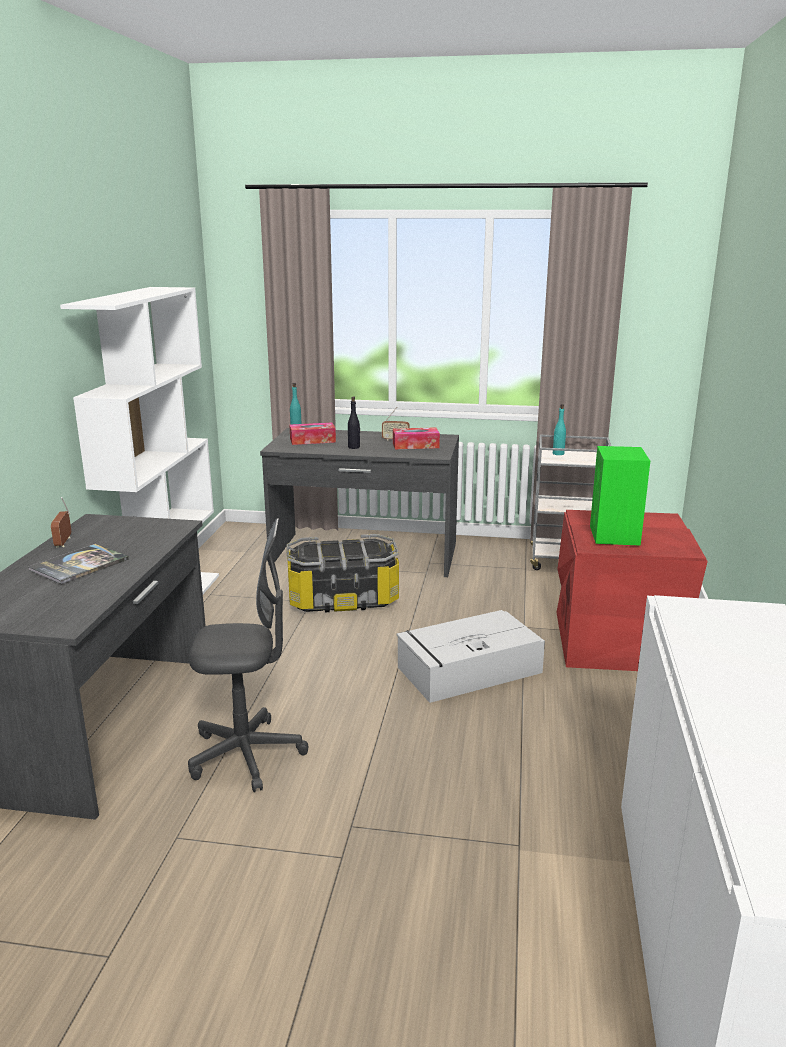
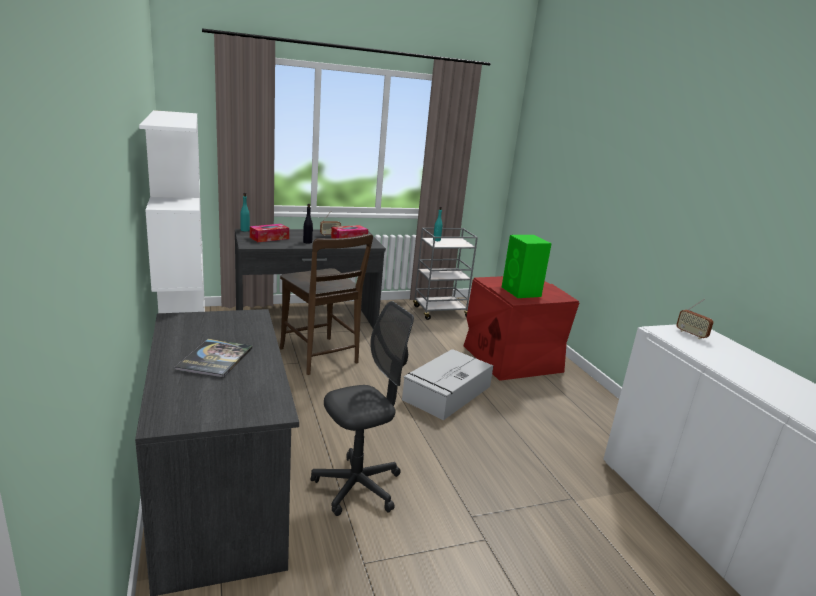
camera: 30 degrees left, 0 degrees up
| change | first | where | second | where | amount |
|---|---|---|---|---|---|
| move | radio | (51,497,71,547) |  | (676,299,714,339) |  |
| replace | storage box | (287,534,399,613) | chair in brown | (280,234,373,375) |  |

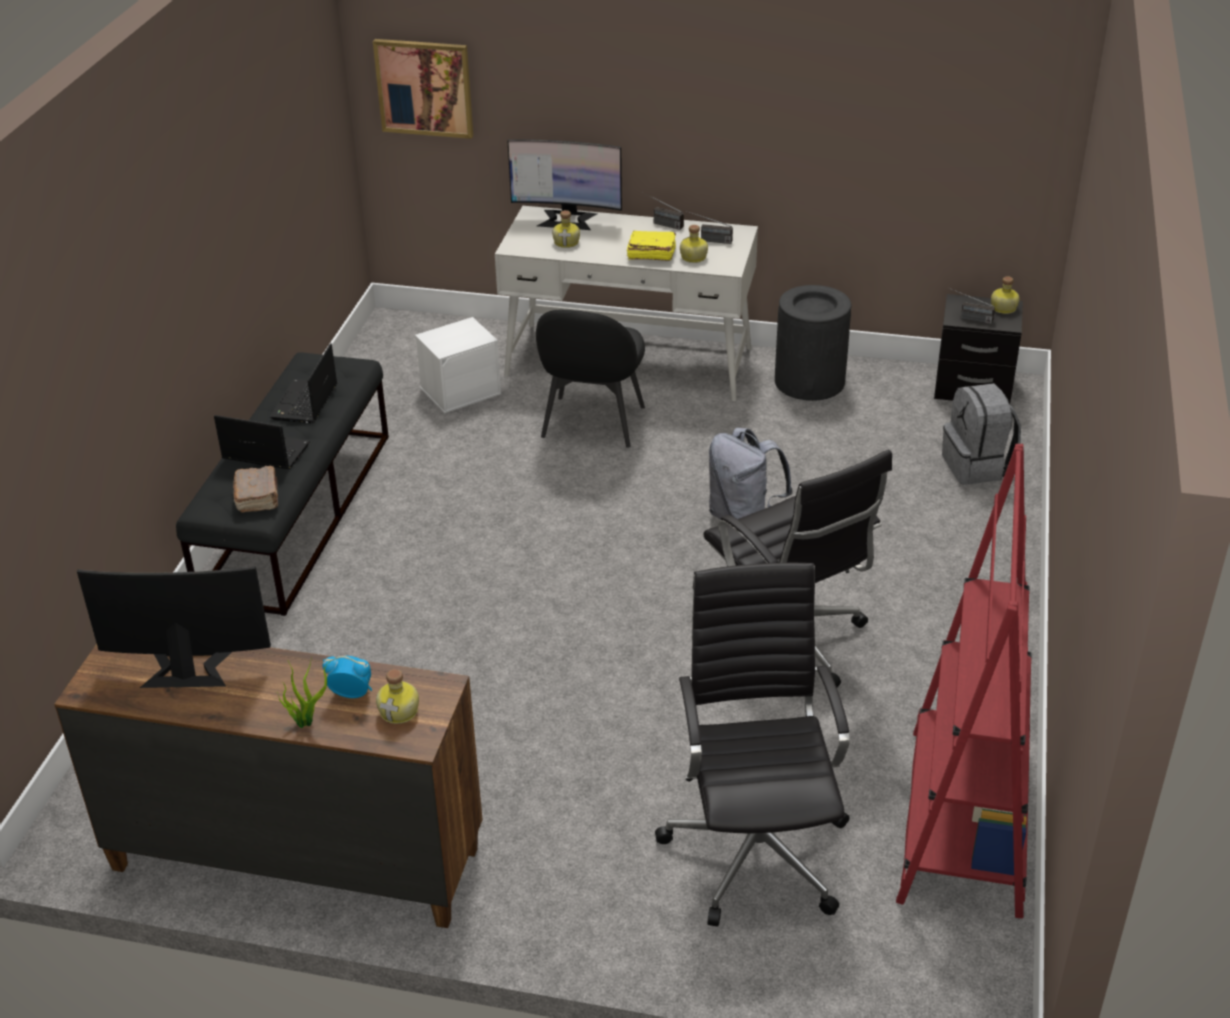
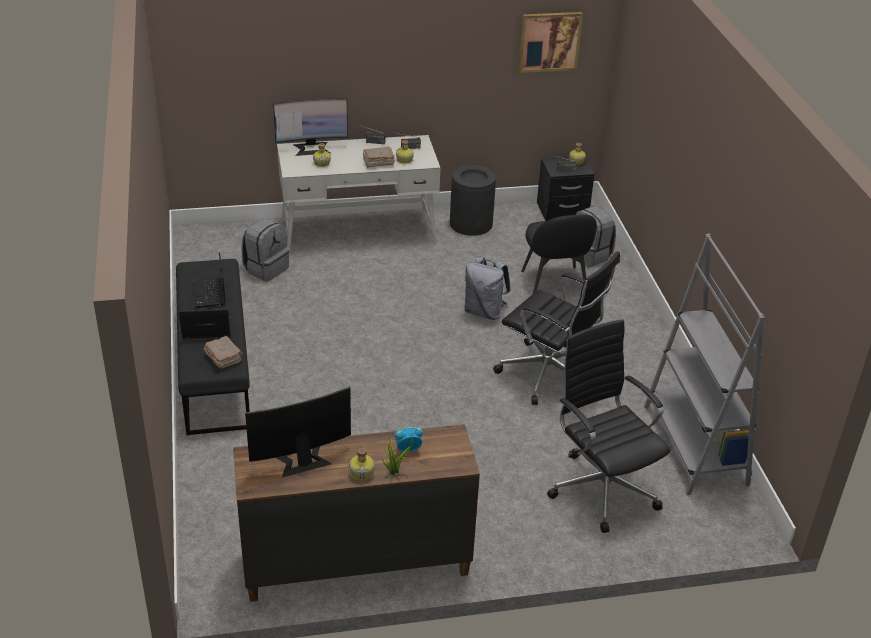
camera: 25 degrees left, 0 degrees up
| change | first | where | second | where | amount |
|---|---|---|---|---|---|
| move | picture | (373,39,473,139) |  | (518,12,583,73) |  |
| move | bottle | (376,669,419,724) |  | (349,448,375,480) |  |
| move | chair in black | (536,310,645,448) |  | (521,215,597,293) |  |
| replace | storage box in white | (415,317,501,413) | backpack in grey | (242,218,289,282) |  |
| recolor | book in yellow | (627,231,676,261) | book in brown | (363,146,395,168) |  |
| recolor | bookcase in red | (896,444,1032,918) | bookcase in grey | (644,234,765,495) |  |

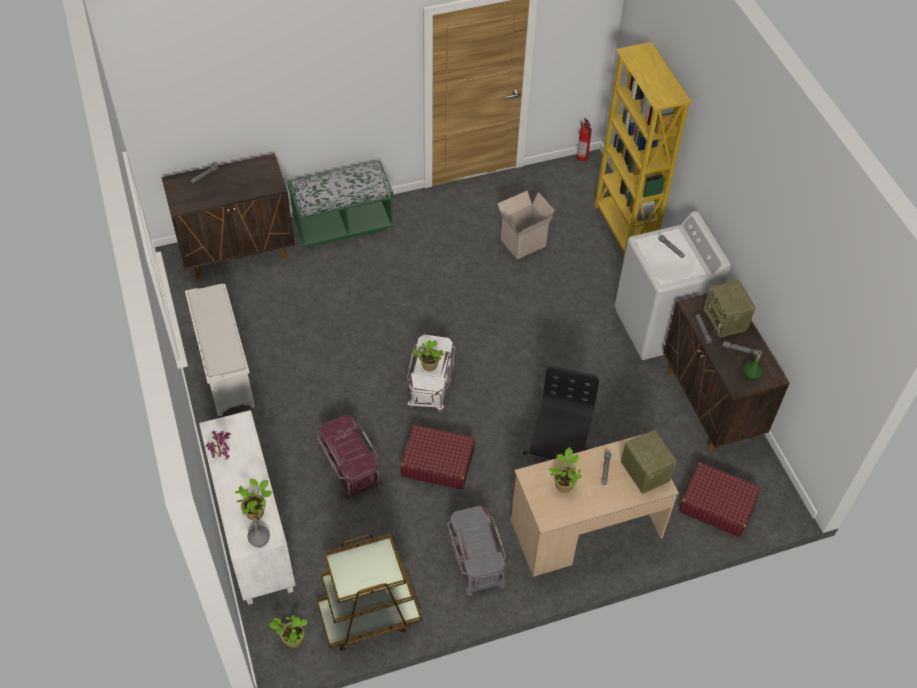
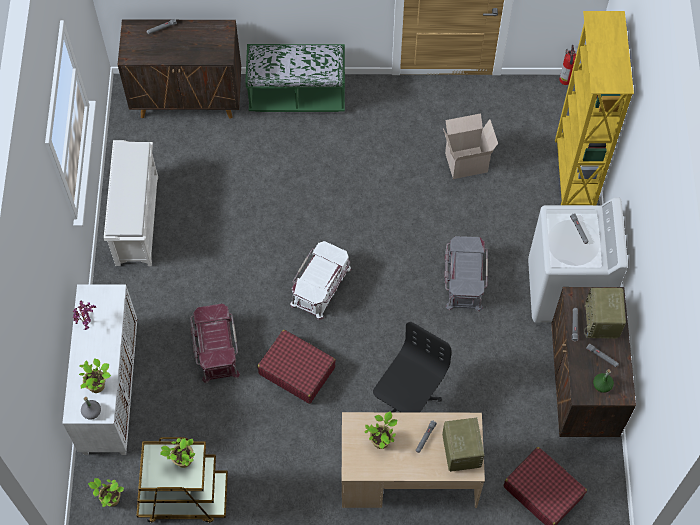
camera: 20 degrees right, 10 degrees up
| change | first | where | second | where | amount |
|---|---|---|---|---|---|
| move | potted plant | (412,340,444,371) |  | (160,438,195,468) |  |
| move | storage box in grey | (447,505,506,596) |  | (444,236,488,312) |  |

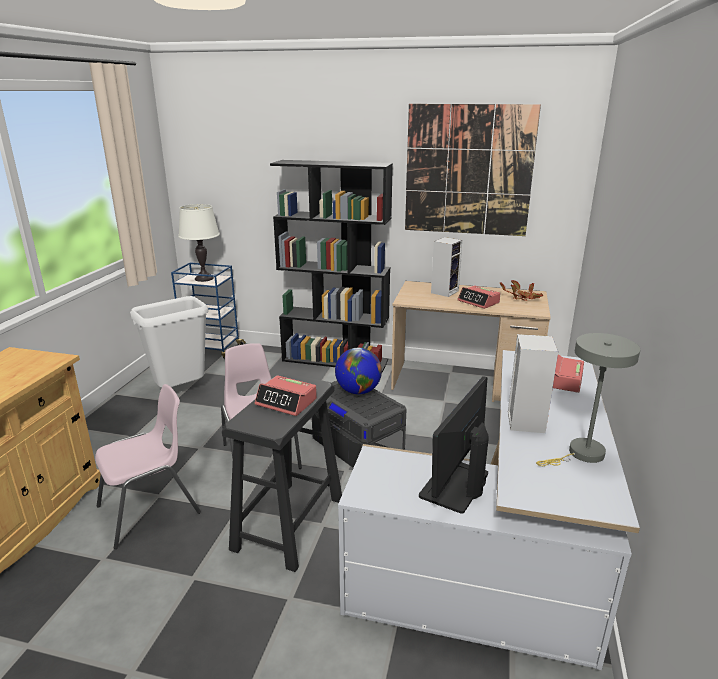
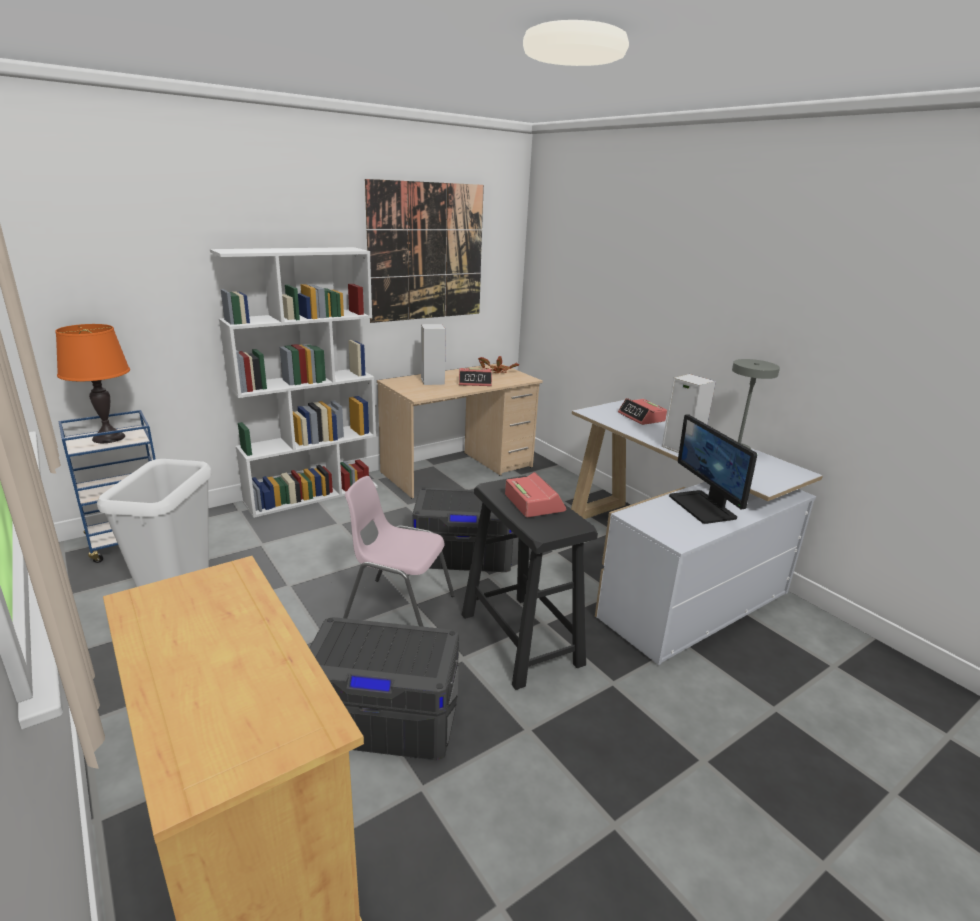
camera: 50 degrees left, 0 degrees up
| change | first | where | second | where | amount |
|---|---|---|---|---|---|
| delete | globe | (335,348,382,394) |  |  |  |
| replace | chair in pink | (95,384,201,549) | storage box in grey | (309,617,459,760) |  |
| recolor | table lamp in white | (178,204,220,282) | table lamp in orange | (55,324,130,443) |  |
| recolor | bookcase in black | (270,160,393,373) | bookcase in white | (210,247,378,518) |  |
| rotate | alarm clock | (255,375,317,416) |  | (505,472,566,517) | 90 degrees counterclockwise |

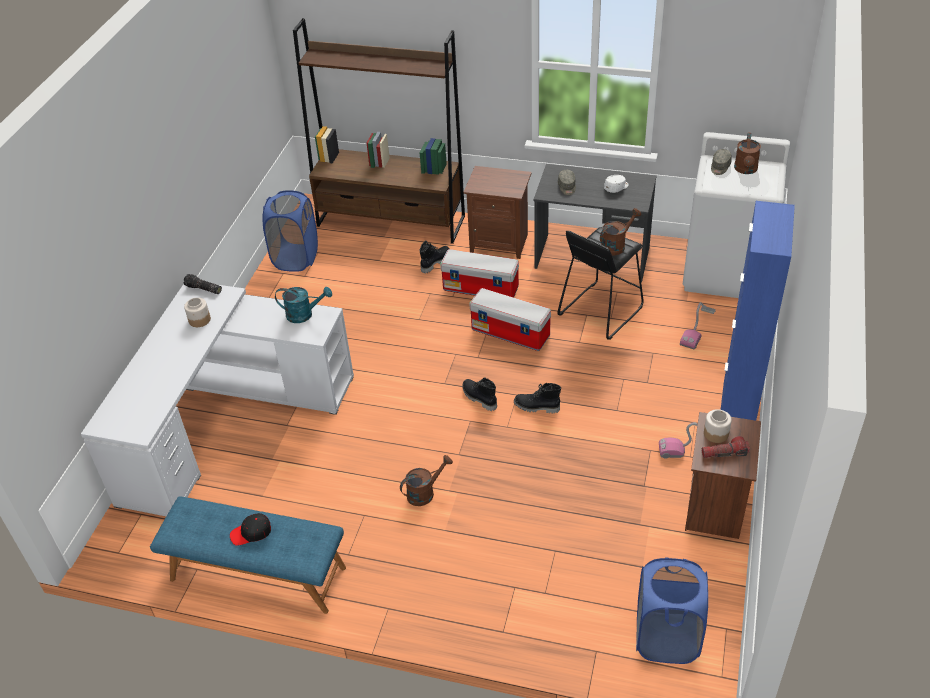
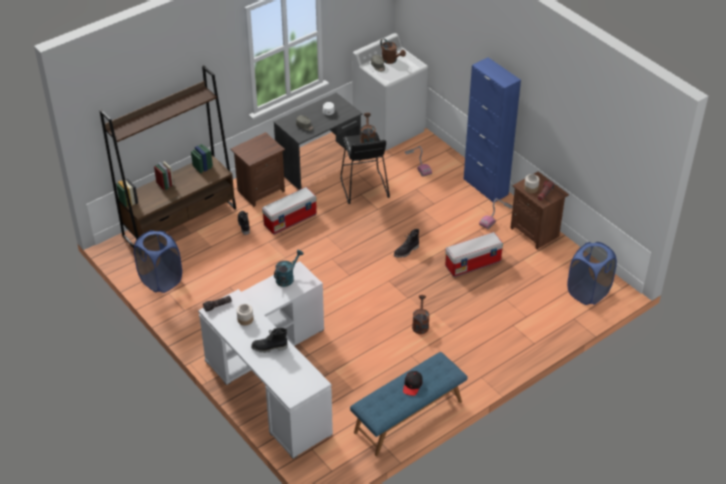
camera: 55 degrees left, 0 degrees up
| change | first | where | second | where | amount |
|---|---|---|---|---|---|
| move | boot in black | (462,377,497,411) |  | (251,328,288,353) |  |
| move | storage box | (469,288,551,351) |  | (445,232,503,277) |  |

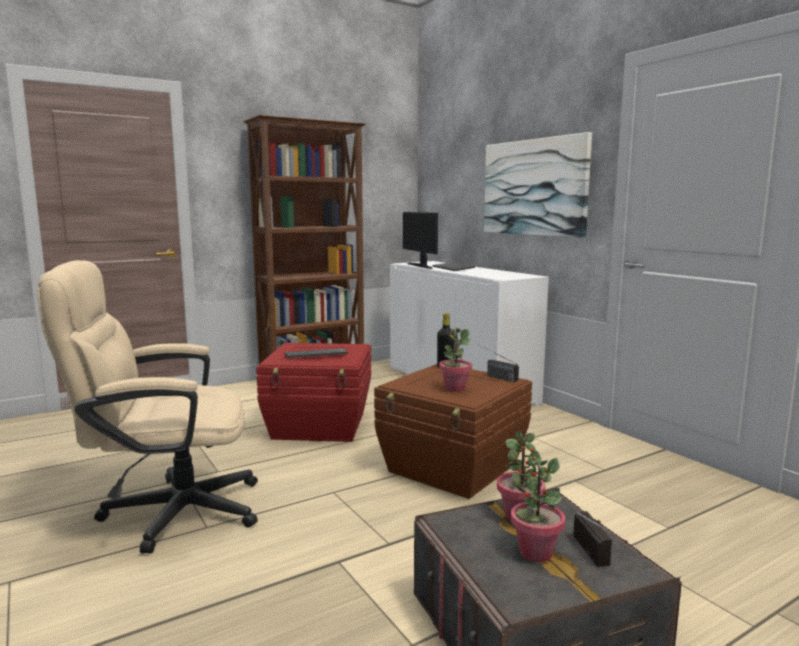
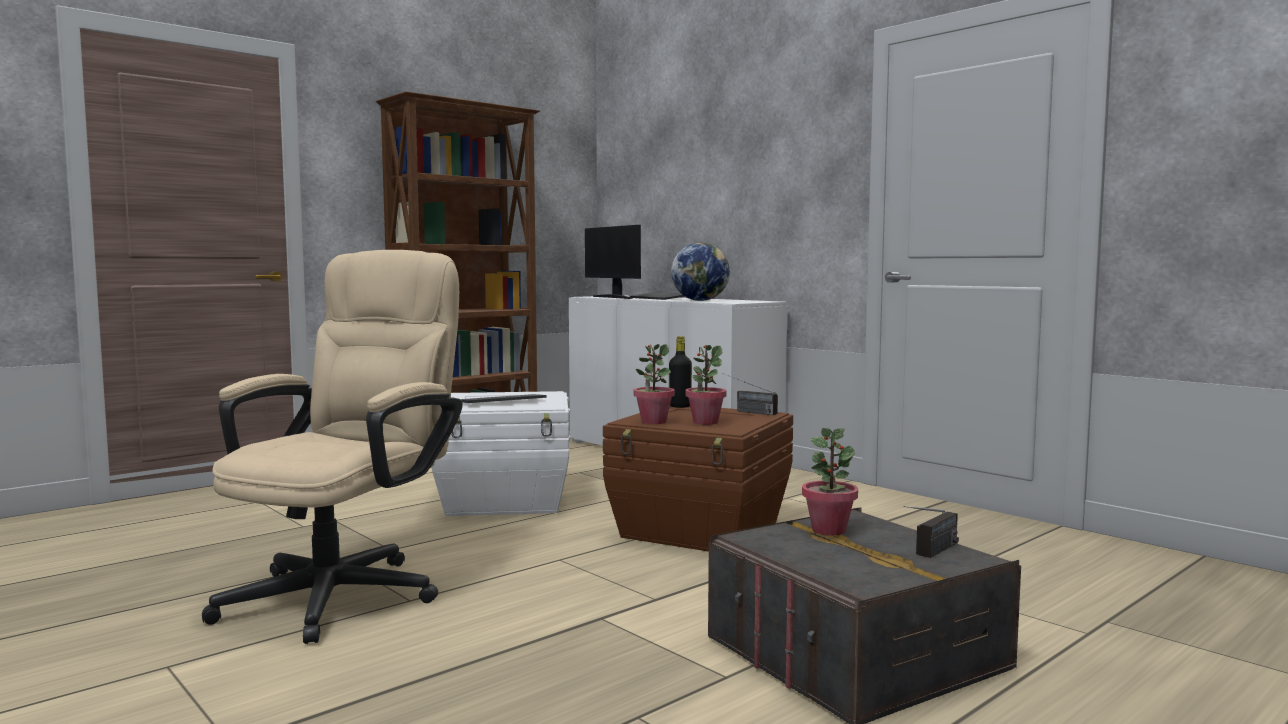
camera: 10 degrees left, 5 degrees down
| change | first | where | second | where | amount |
|---|---|---|---|---|---|
| delete | picture | (484,132,592,238) |  |  |  |
| insert |  |  | globe | (671,243,730,301) |  |
| move | potted plant | (511,456,565,562) |  | (634,344,675,424) |  |
| recolor | storage box in red | (256,343,371,442) | storage box in white | (432,391,570,516) |  |
| rotate | office chair in beige | (37,260,258,554) |  | (202,250,463,644) | 135 degrees clockwise |
| rotate | radio | (573,511,618,567) |  | (903,506,959,558) | 60 degrees clockwise |

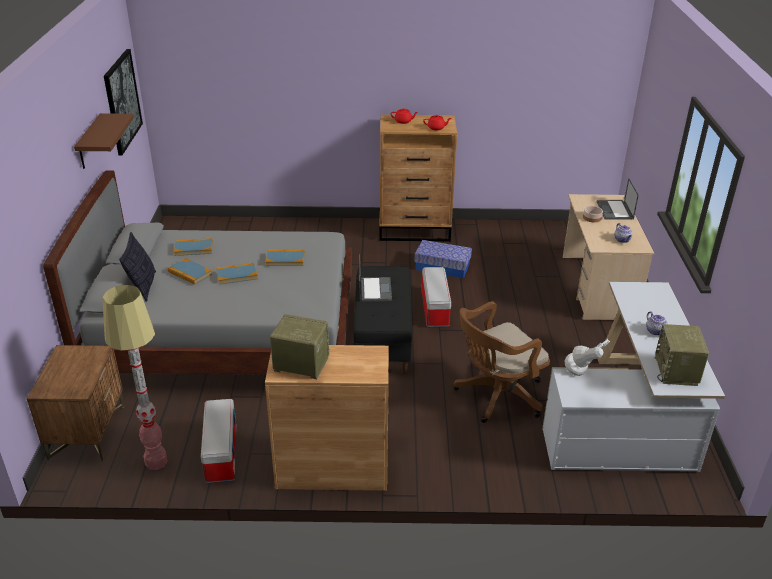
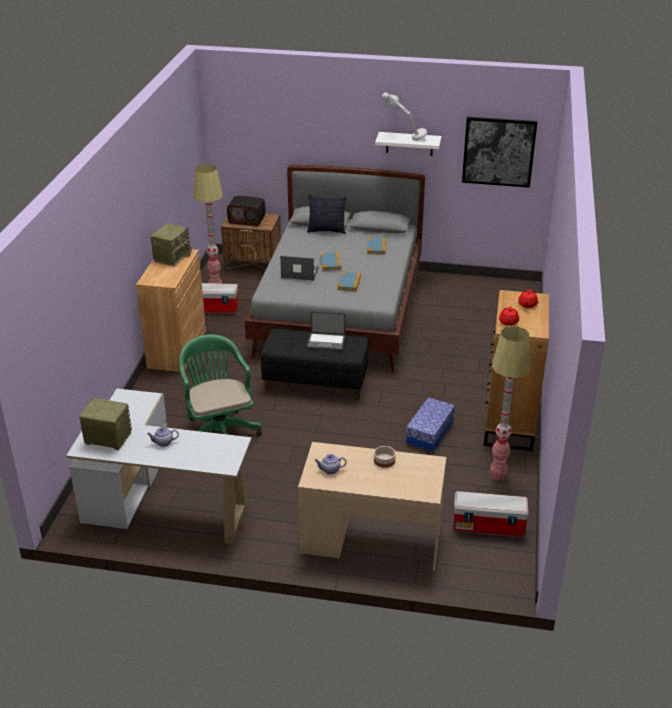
camera: 100 degrees right, 0 degrees up
| change | first | where | second | where | amount |
|---|---|---|---|---|---|
| delete | book | (168,258,212,285) |  |  |  |
| insert |  |  | radio | (227,196,265,227) |  |
| insert |  |  | floor lamp | (489,326,531,481) |  |
| move | storage box | (422,267,451,327) |  | (453,491,528,538) |  |
| move | table lamp in grey | (565,339,610,376) |  | (382,92,427,141) |  |
| move | laptop | (597,178,639,220) |  | (280,256,319,280) |  |
| recolor | shelf in brown | (74,113,134,169) | shelf in white | (375,132,442,156) |  |
| recolor | office chair in brown | (453,301,550,423) | office chair in green | (179,334,262,436) |  |

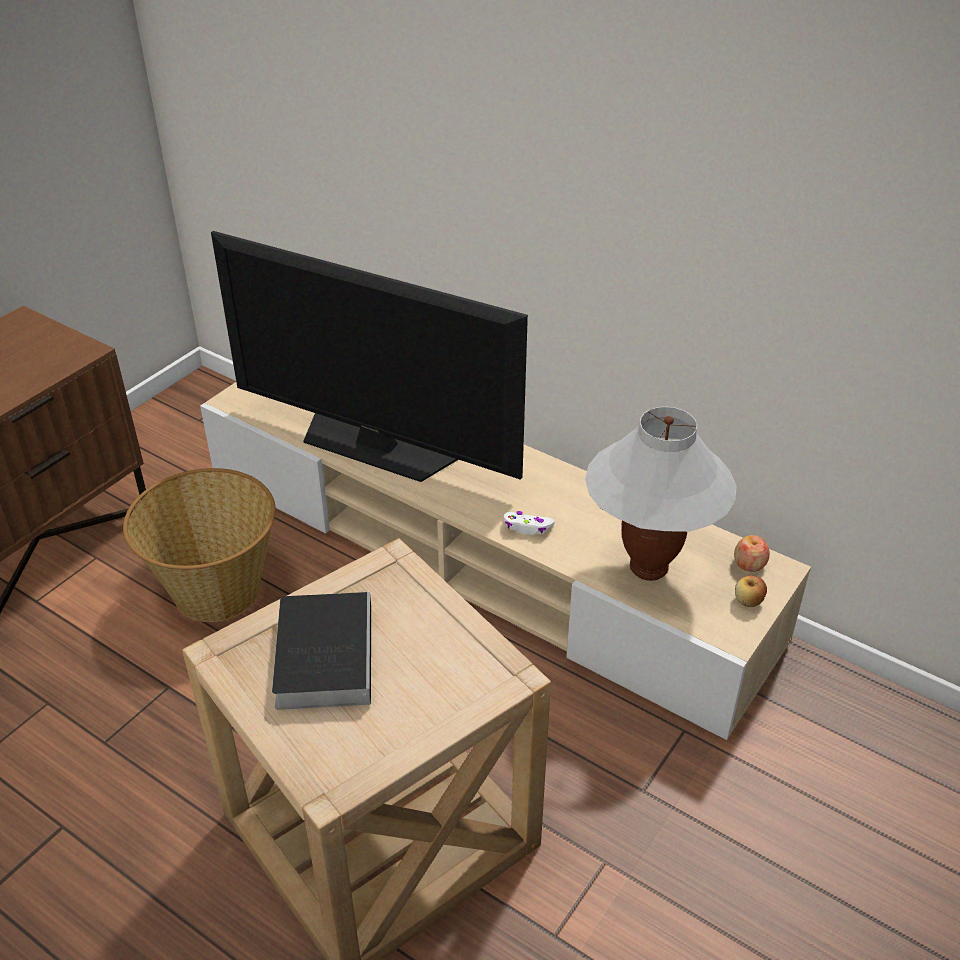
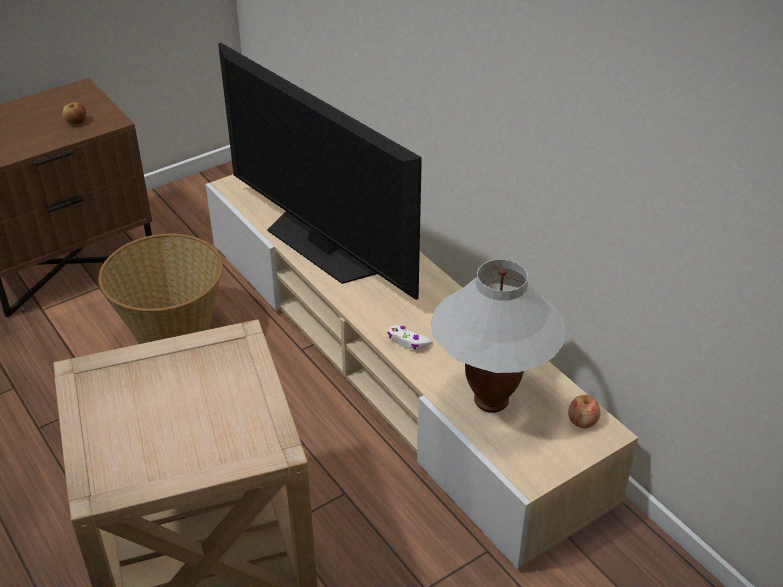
camera: 20 degrees right, 0 degrees up
| change | first | where | second | where | amount |
|---|---|---|---|---|---|
| delete | book | (272,590,371,710) |  |  |  |
| move | apple | (735,575,767,607) |  | (62,102,86,125) |  |

